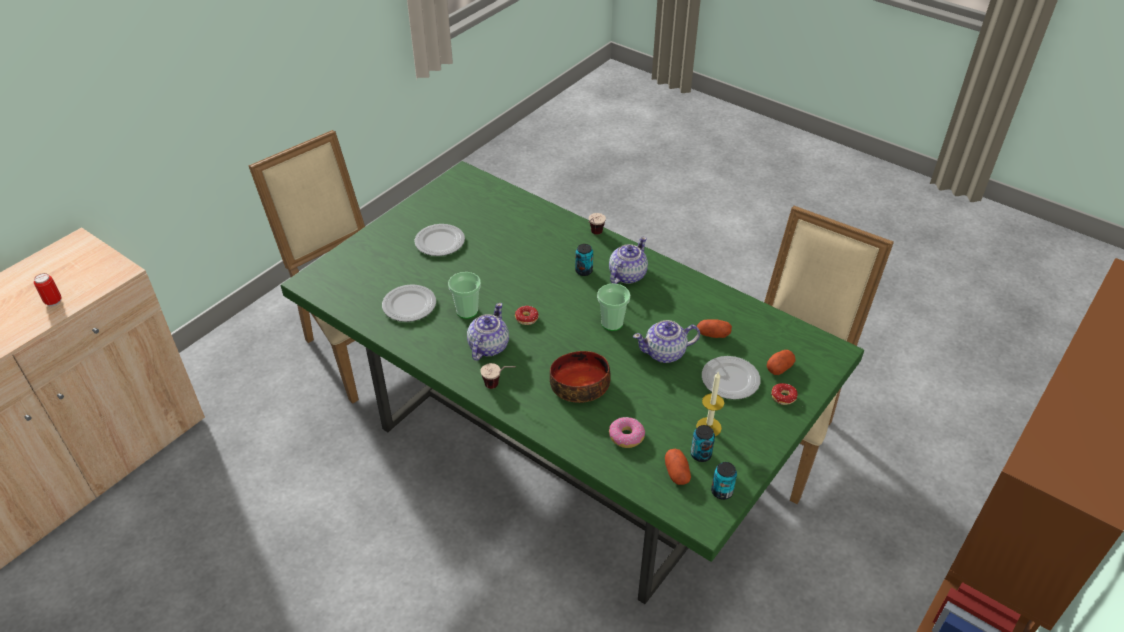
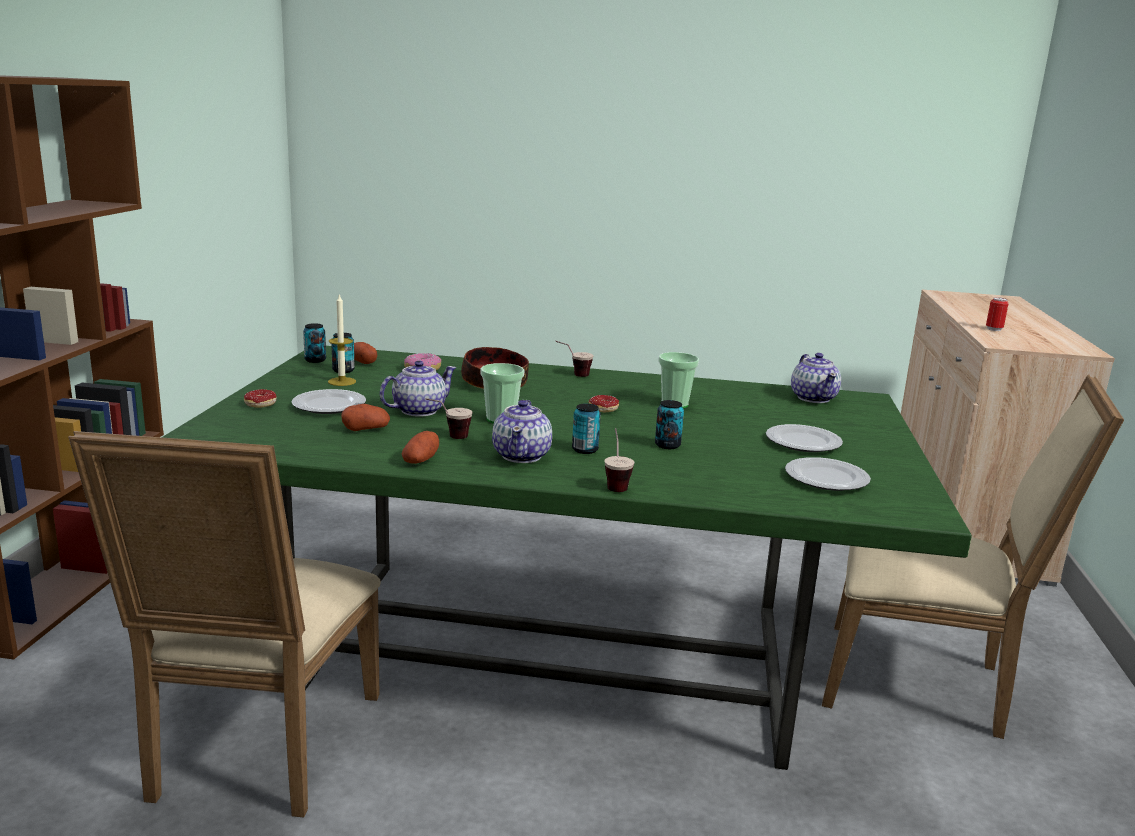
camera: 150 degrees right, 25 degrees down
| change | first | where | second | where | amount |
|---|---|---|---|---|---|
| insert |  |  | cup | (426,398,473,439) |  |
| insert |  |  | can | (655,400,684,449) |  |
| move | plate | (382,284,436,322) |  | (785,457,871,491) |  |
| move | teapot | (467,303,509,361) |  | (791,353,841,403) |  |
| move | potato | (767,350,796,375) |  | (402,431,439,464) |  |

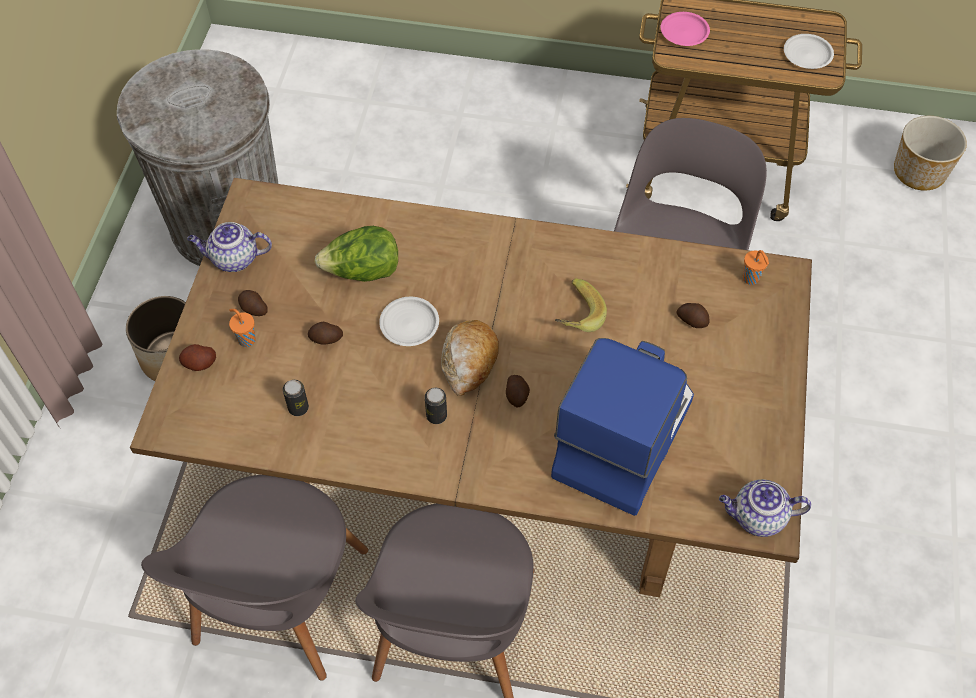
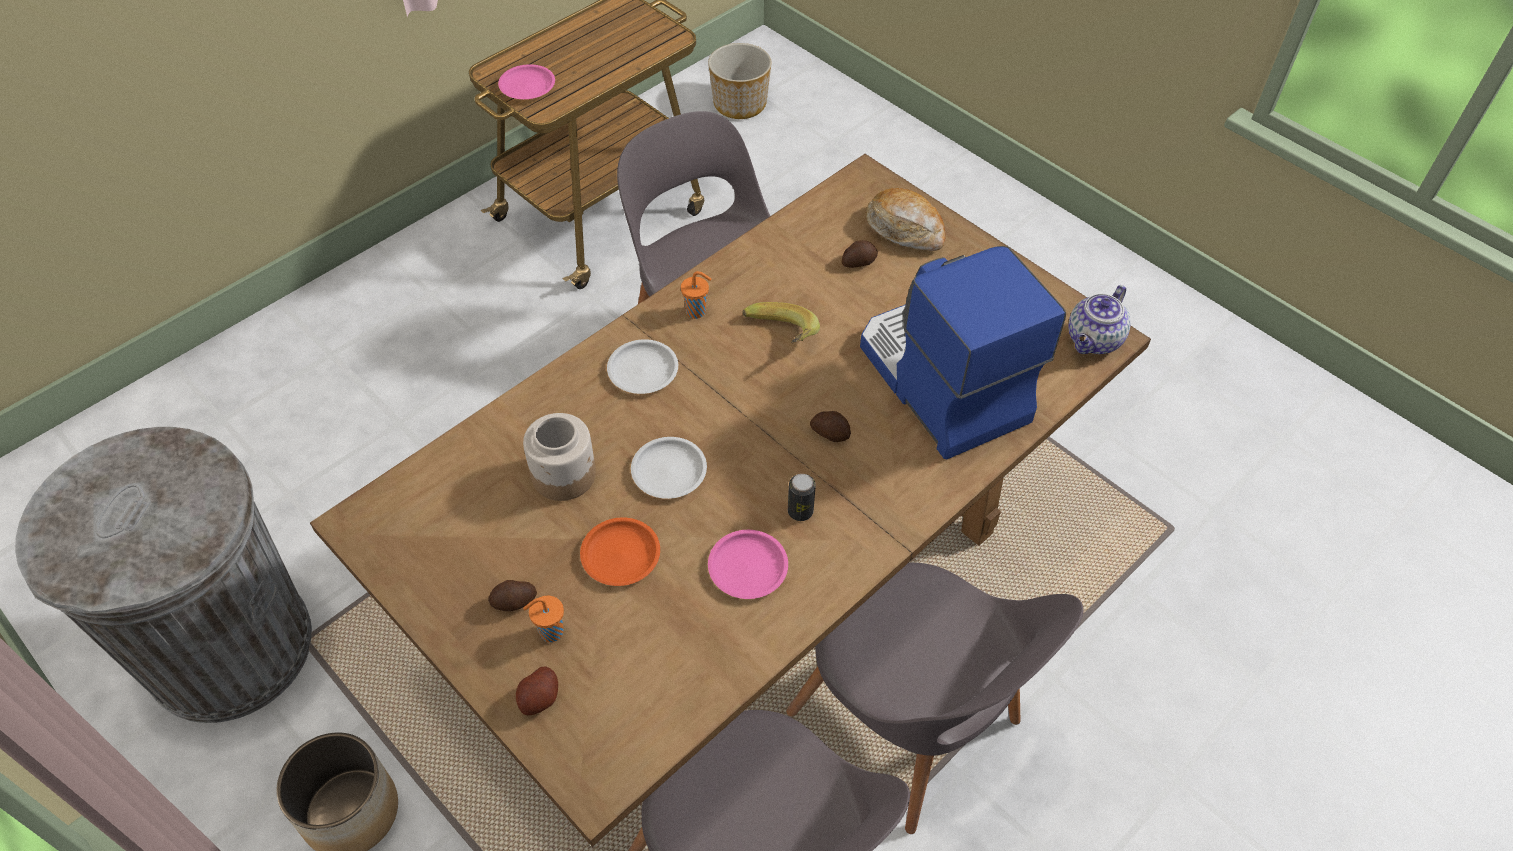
camera: 55 degrees left, 5 degrees down
| change | first | where | second | where | amount |
|---|---|---|---|---|---|
| delete | teapot | (187,222,272,272) |  |  |  |
| delete | can | (283,380,309,416) |  |  |  |
| insert |  |  | plate in pink | (708,530,788,599) |  |
| move | bread | (441,320,499,396) |  | (866,188,946,251) |  |
| move | cup in orange | (743,250,769,285) |  | (681,271,712,319) |  |
| move | plate in white | (784,34,834,69) |  | (607,339,678,394) |  |
| replace | potato | (308,322,343,345) | plate in orange | (580,517,660,586) |  |
| replace | lettuce | (314,226,398,282) | jar | (523,413,596,501) |  |

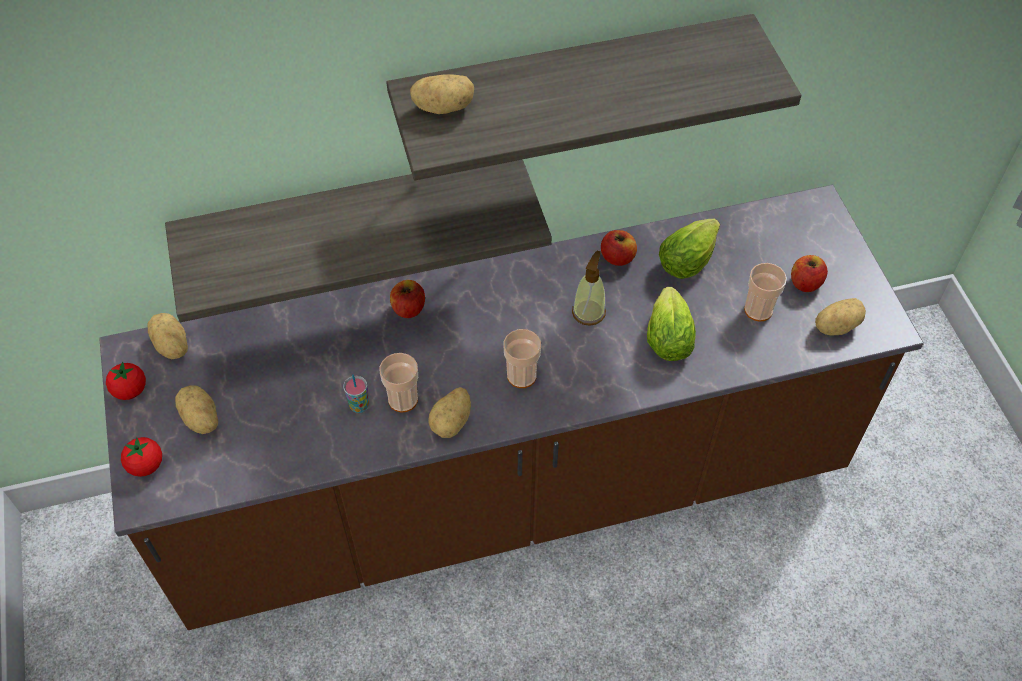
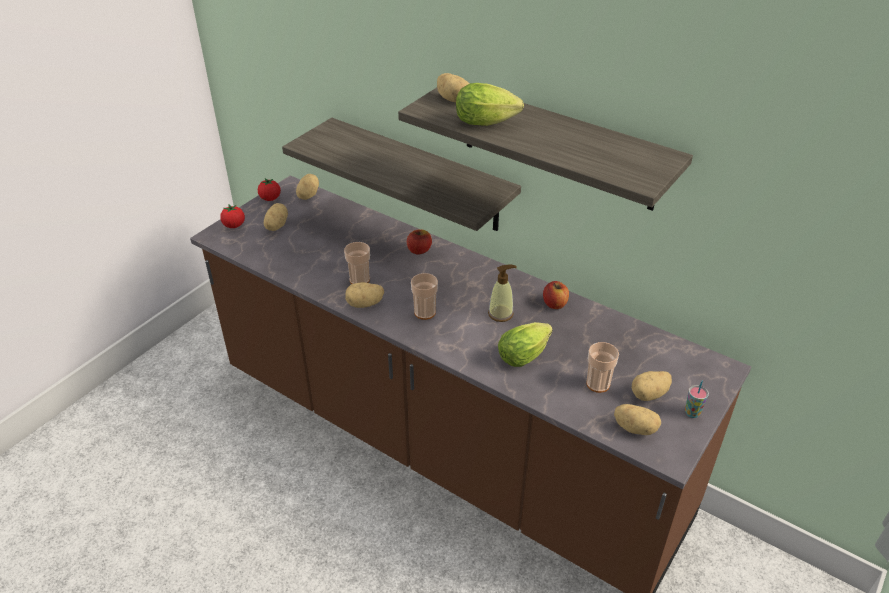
camera: 50 degrees right, 15 degrees down
| change | first | where | second | where | amount |
|---|---|---|---|---|---|
| move | cup | (343,374,369,413) |  | (685,381,709,418) |  |
| move | lettuce | (659,219,720,279) |  | (456,83,524,126) |  |
| replace | apple | (791,255,828,292) | potato | (632,371,672,401) |  |

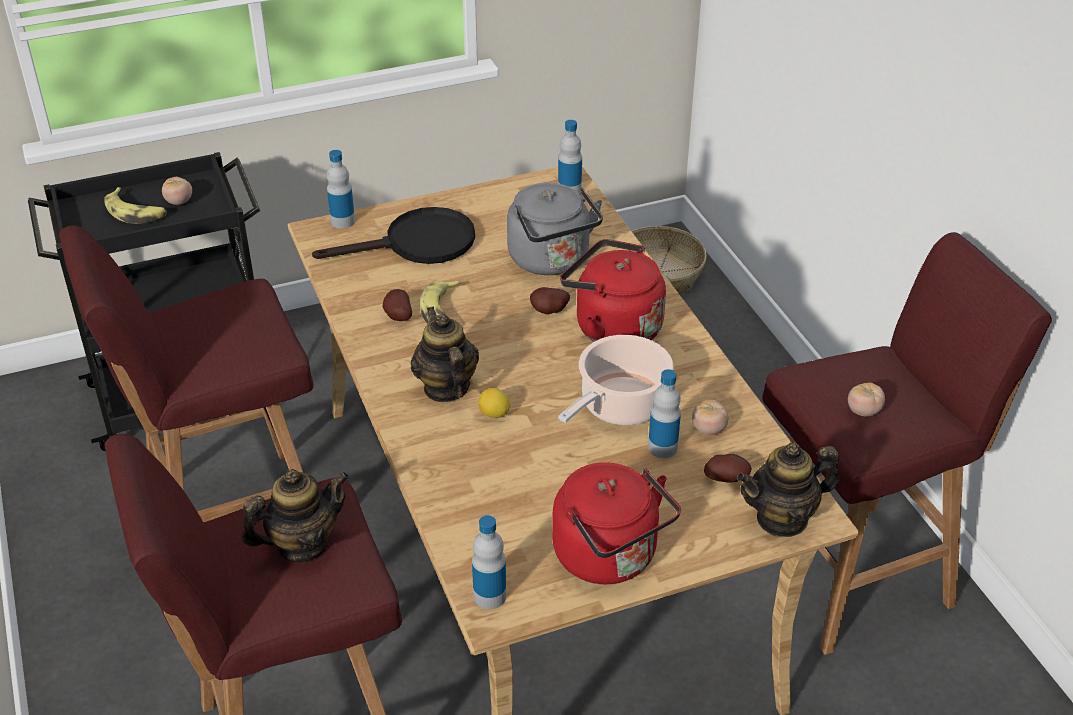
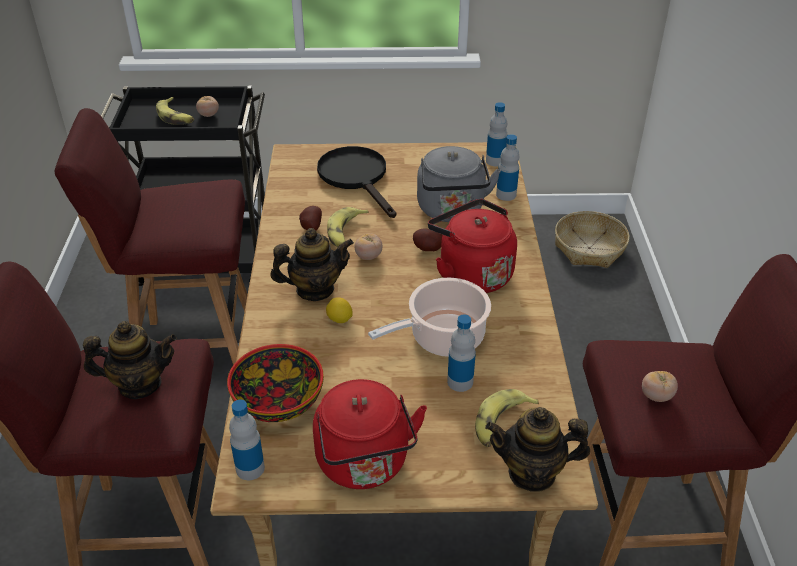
camera: 20 degrees right, 0 degrees up
| change | first | where | second | where | amount |
|---|---|---|---|---|---|
| insert |  |  | bowl | (227,344,324,422) |  |
| move | bottle | (327,150,355,229) |  | (496,134,519,201) |  |
| move | tomato | (692,400,729,435) |  | (355,233,383,260) |  |
| replace | potato | (704,454,752,483) | banana | (475,389,539,447) |  |
| rotate | frying pan in black | (312,207,475,264) |  | (317,146,396,218) | 120 degrees counterclockwise |
| rotate | teapot | (411,307,479,402) |  | (270,228,354,301) | 75 degrees clockwise |

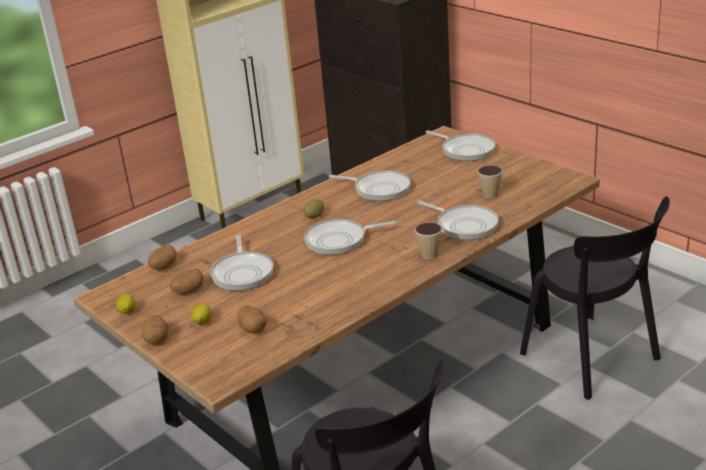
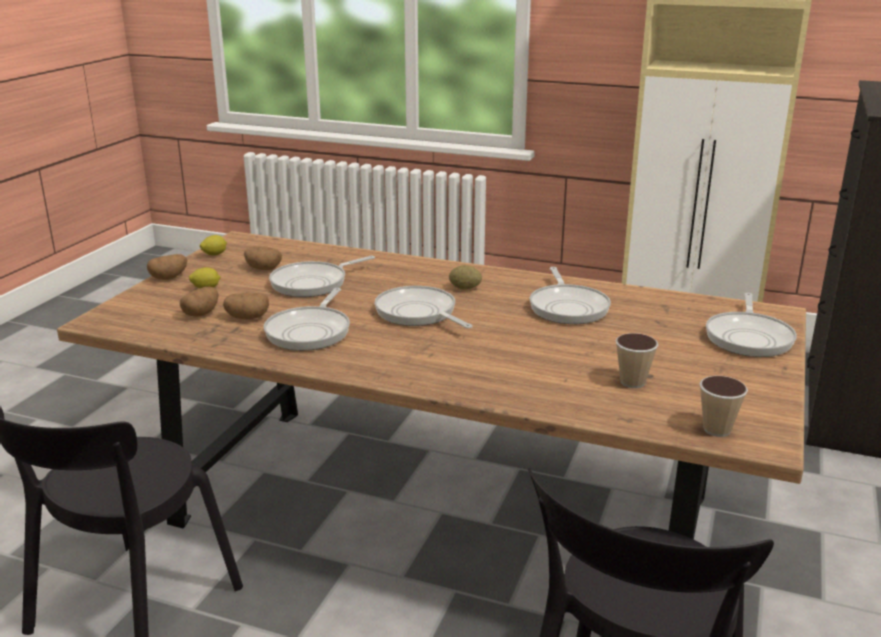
camera: 60 degrees right, 5 degrees down
| change | first | where | second | where | amount |
|---|---|---|---|---|---|
| move | potato | (148,244,177,270) |  | (223,292,269,319) |  |
| move | cup | (414,222,442,259) |  | (700,376,748,437) |  |
| move | frying pan | (418,201,499,240) |  | (264,288,350,351) |  |

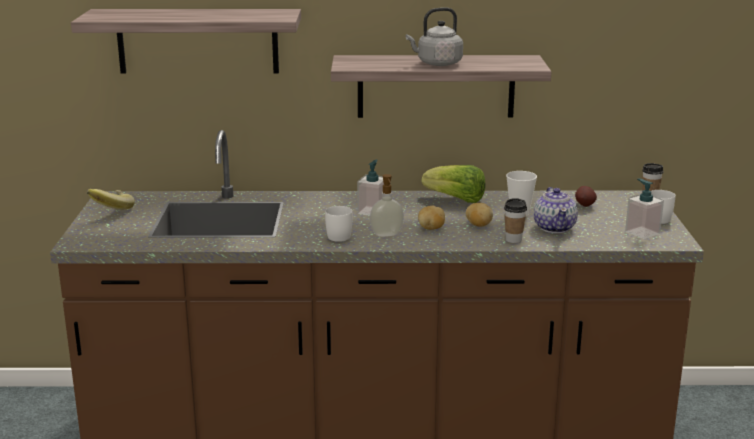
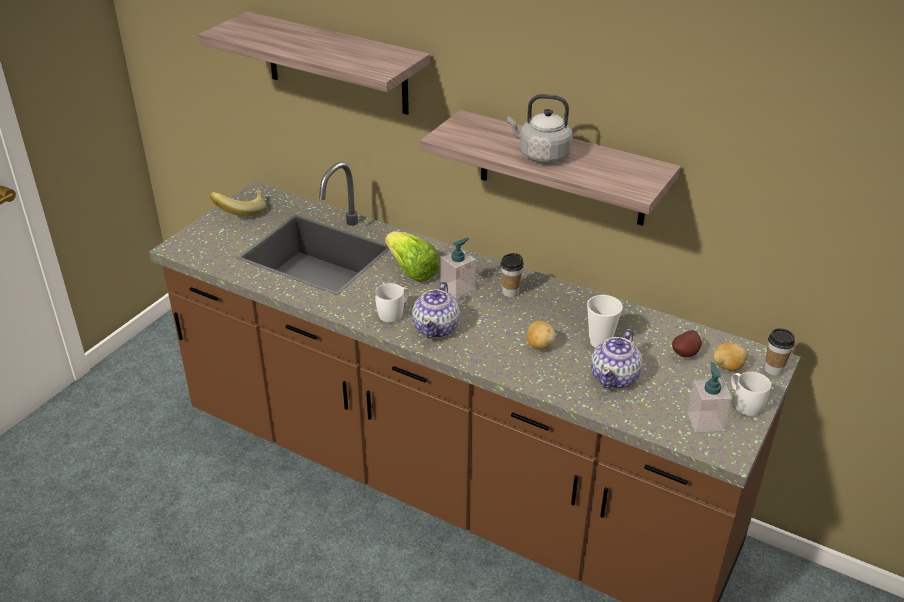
camera: 30 degrees right, 15 degrees up
| change | first | where | second | where | amount |
|---|---|---|---|---|---|
| move | potato | (418,206,445,230) |  | (714,342,747,371) |  |
| move | lettuce | (422,165,485,203) |  | (385,231,440,282) |  |
| move | cup | (504,198,527,243) |  | (500,253,524,297) |  |
| replace | soap dispenser | (370,174,404,237) | teapot | (412,281,460,338) |  |

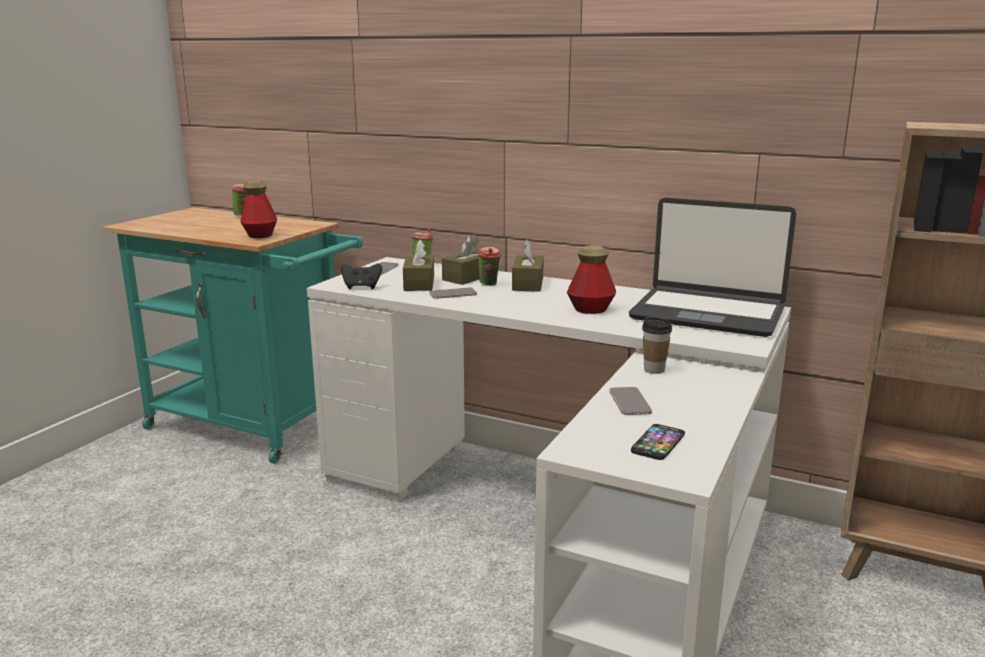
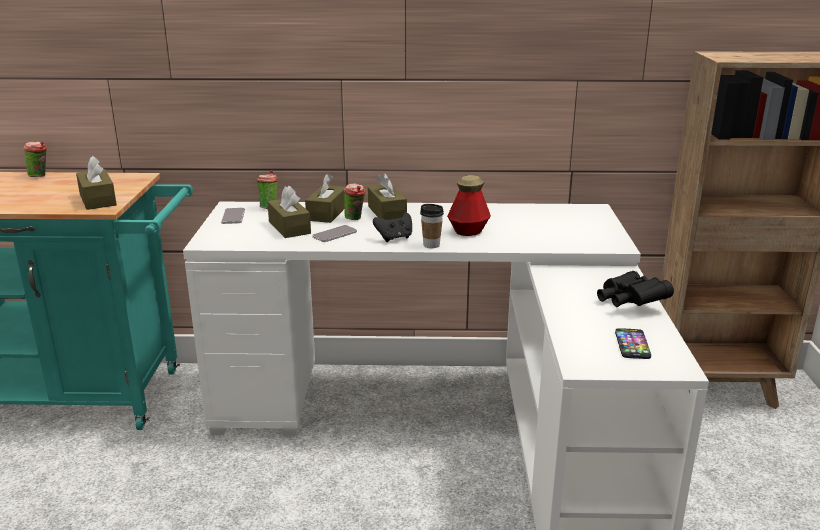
camera: 25 degrees left, 5 degrees up
| change | first | where | second | where | amount |
|---|---|---|---|---|---|
| delete | phone | (610,387,652,415) |  |  |  |
| delete | laptop | (629,197,796,337) |  |  |  |
| insert |  |  | binoculars in black | (597,271,674,307) |  |
| move | game controller in black | (341,263,382,289) |  | (373,212,412,242) |  |
| move | cup | (642,317,672,374) |  | (420,204,444,248) |  |
| replace | bottle | (240,180,277,238) | tissue box in brown | (76,156,117,210) |  |

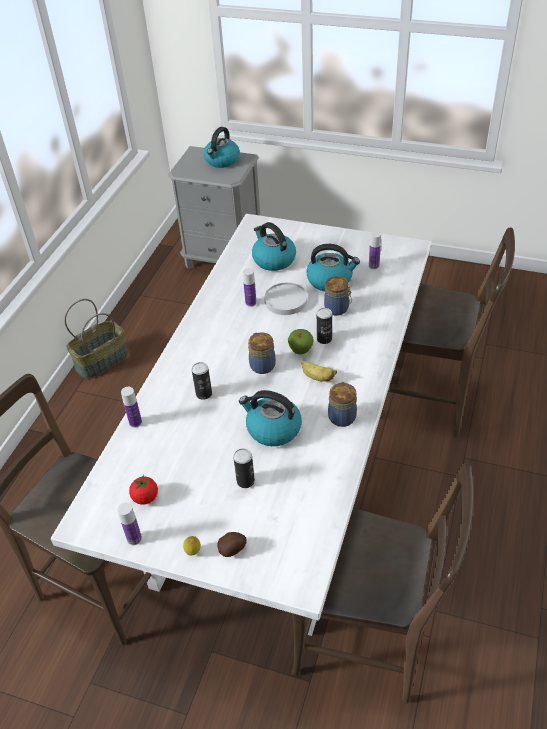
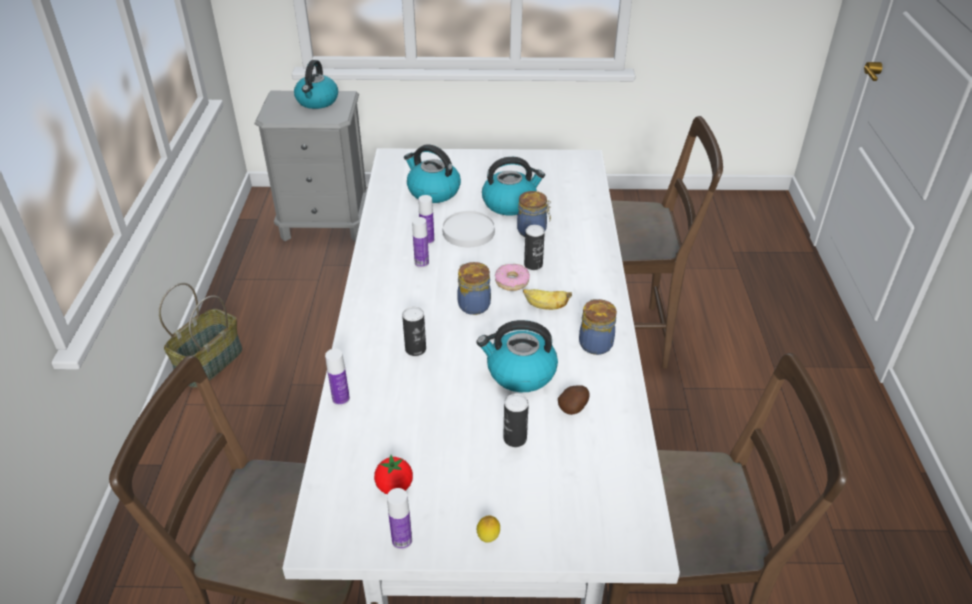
camera: 20 degrees left, 5 degrees down
| change | first | where | second | where | amount |
|---|---|---|---|---|---|
| move | potato | (217,532,246,557) |  | (558,385,590,415) |  |
| move | bottle | (369,231,381,269) |  | (412,217,429,268) |  |
| replace | apple | (288,329,314,355) | donut | (495,264,530,291) |  |

